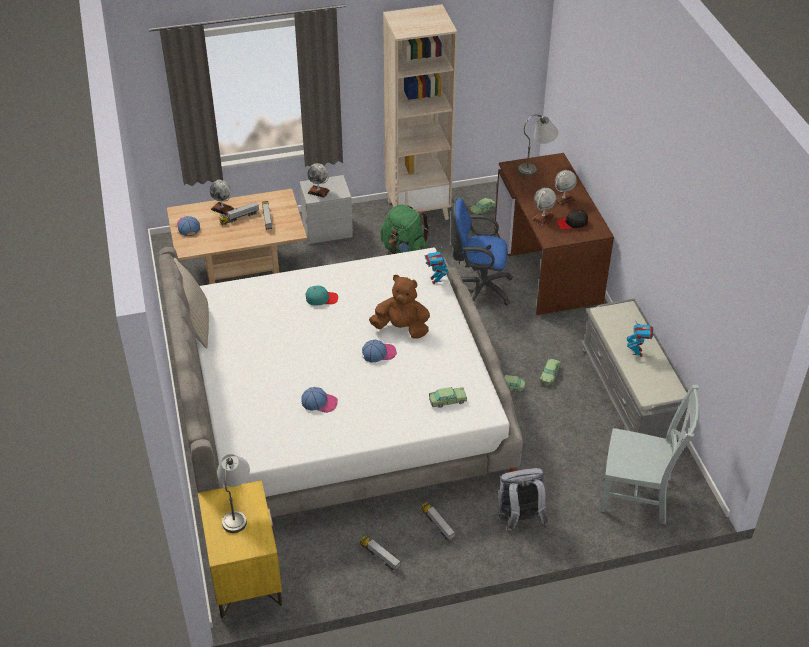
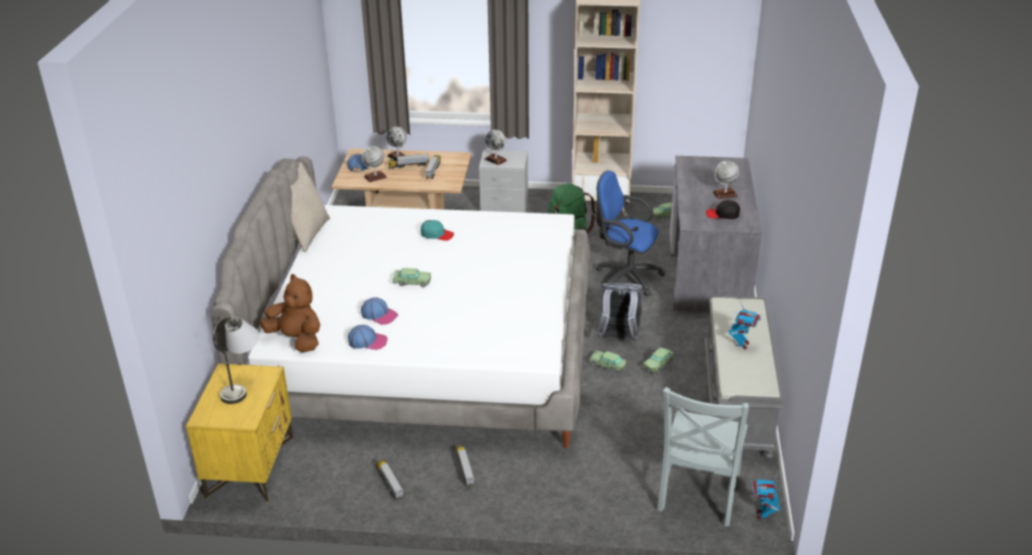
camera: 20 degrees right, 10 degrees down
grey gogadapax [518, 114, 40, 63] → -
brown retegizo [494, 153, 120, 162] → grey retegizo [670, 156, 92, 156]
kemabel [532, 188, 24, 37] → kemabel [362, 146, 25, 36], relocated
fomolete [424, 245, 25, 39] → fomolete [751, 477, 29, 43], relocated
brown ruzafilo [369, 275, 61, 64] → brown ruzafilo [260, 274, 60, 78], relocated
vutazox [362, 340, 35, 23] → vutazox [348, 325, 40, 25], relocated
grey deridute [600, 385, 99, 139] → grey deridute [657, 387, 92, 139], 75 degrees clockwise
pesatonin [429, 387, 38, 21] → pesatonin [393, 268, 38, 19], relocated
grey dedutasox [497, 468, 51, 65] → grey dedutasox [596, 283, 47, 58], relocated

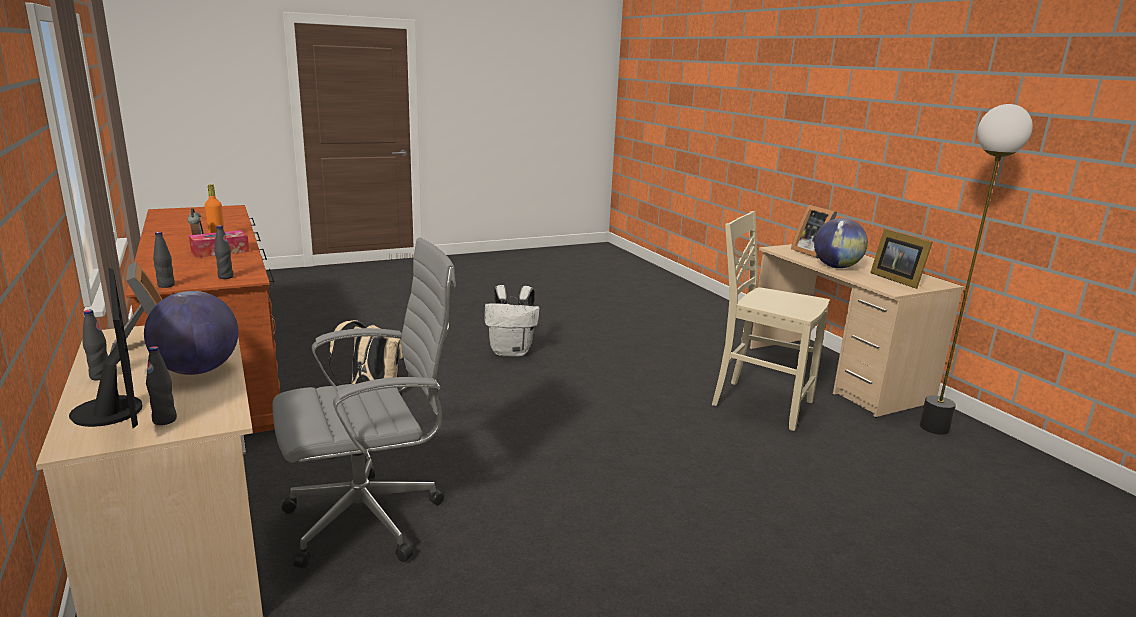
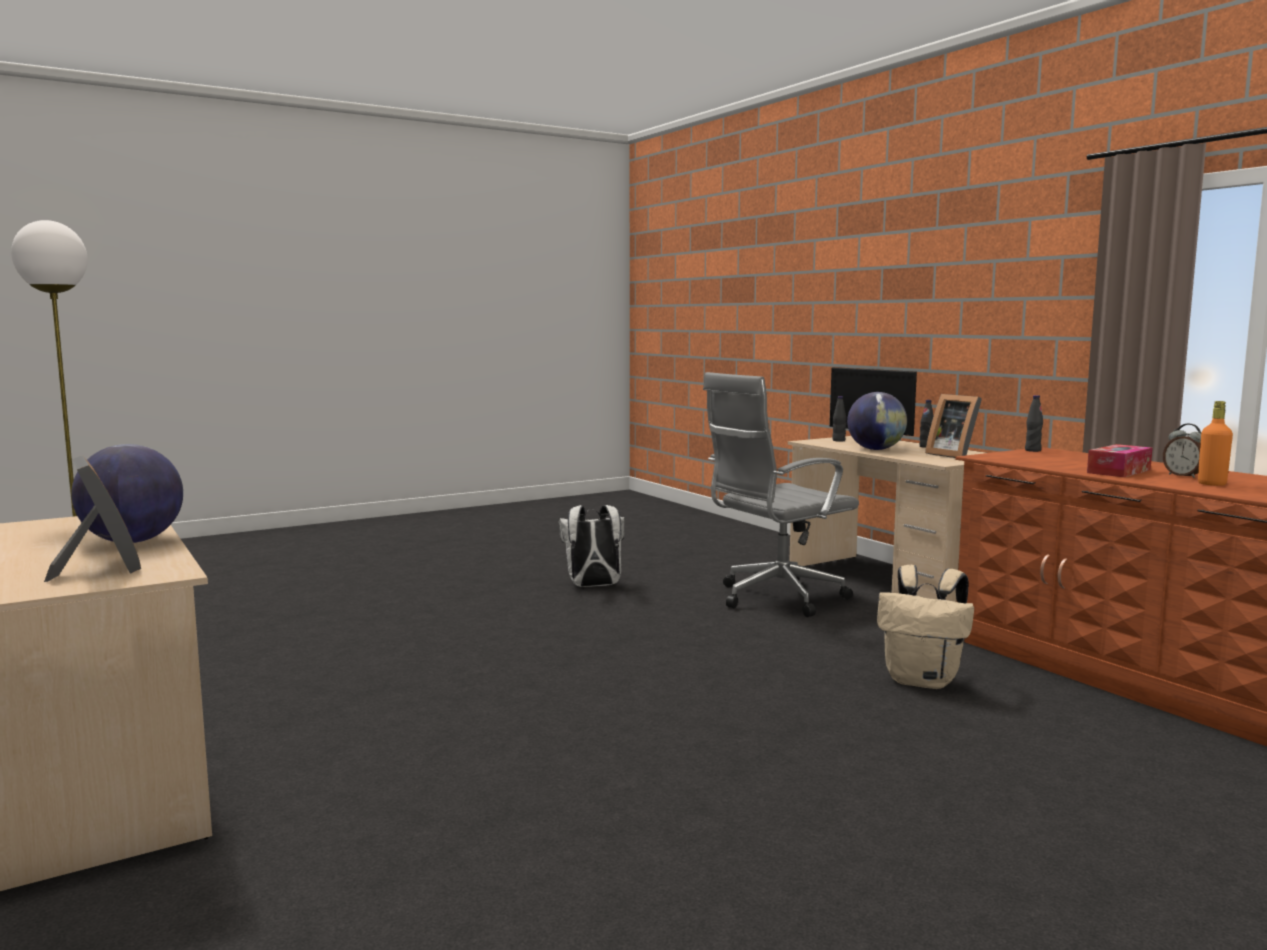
camera: 175 degrees right, 10 degrees down
beige deridute [712, 211, 117, 220] → -
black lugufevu [215, 225, 19, 54] → -
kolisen [870, 229, 63, 60] → -
white dedutasox [485, 285, 55, 72] → white dedutasox [559, 505, 65, 82], relocated

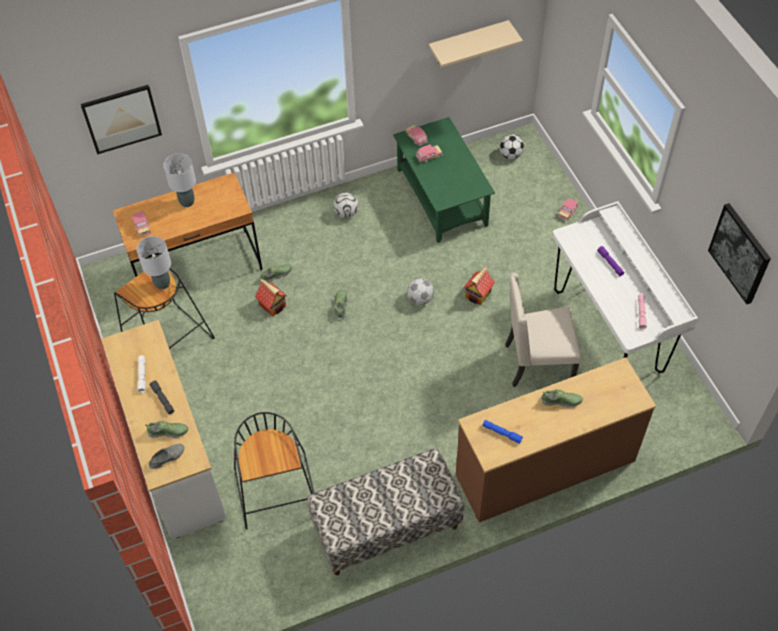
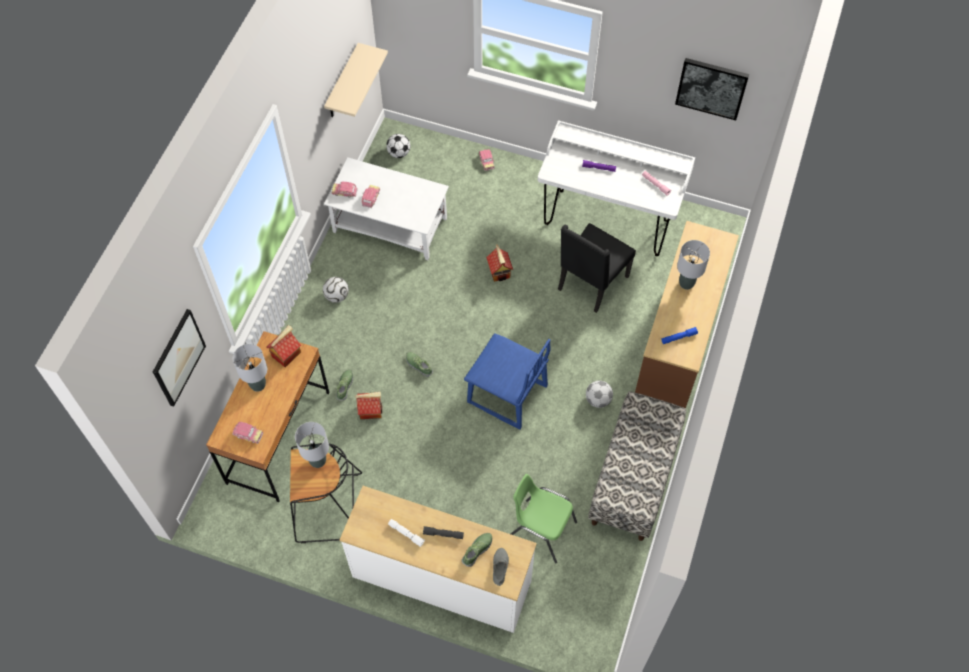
camera: 50 degrees left, 5 degrees up
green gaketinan [393, 117, 102, 126] → white gaketinan [324, 158, 125, 102]
beige deridute [505, 273, 76, 114] → black deridute [558, 223, 78, 90]
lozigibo [407, 278, 27, 27] → lozigibo [586, 381, 27, 27], relocated
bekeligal [541, 389, 42, 19] → grey gogadapax [677, 240, 33, 50]
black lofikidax [234, 412, 80, 118] → green deridute [510, 474, 67, 90]
- → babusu [266, 325, 35, 42]
- → blue deridute [464, 333, 87, 96]

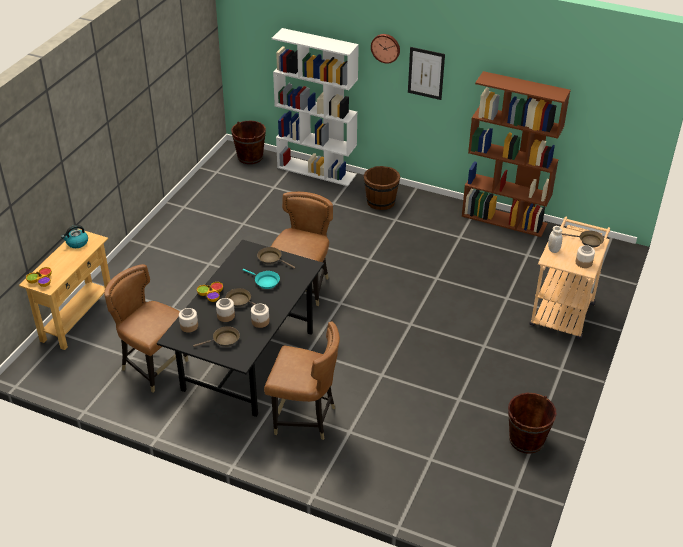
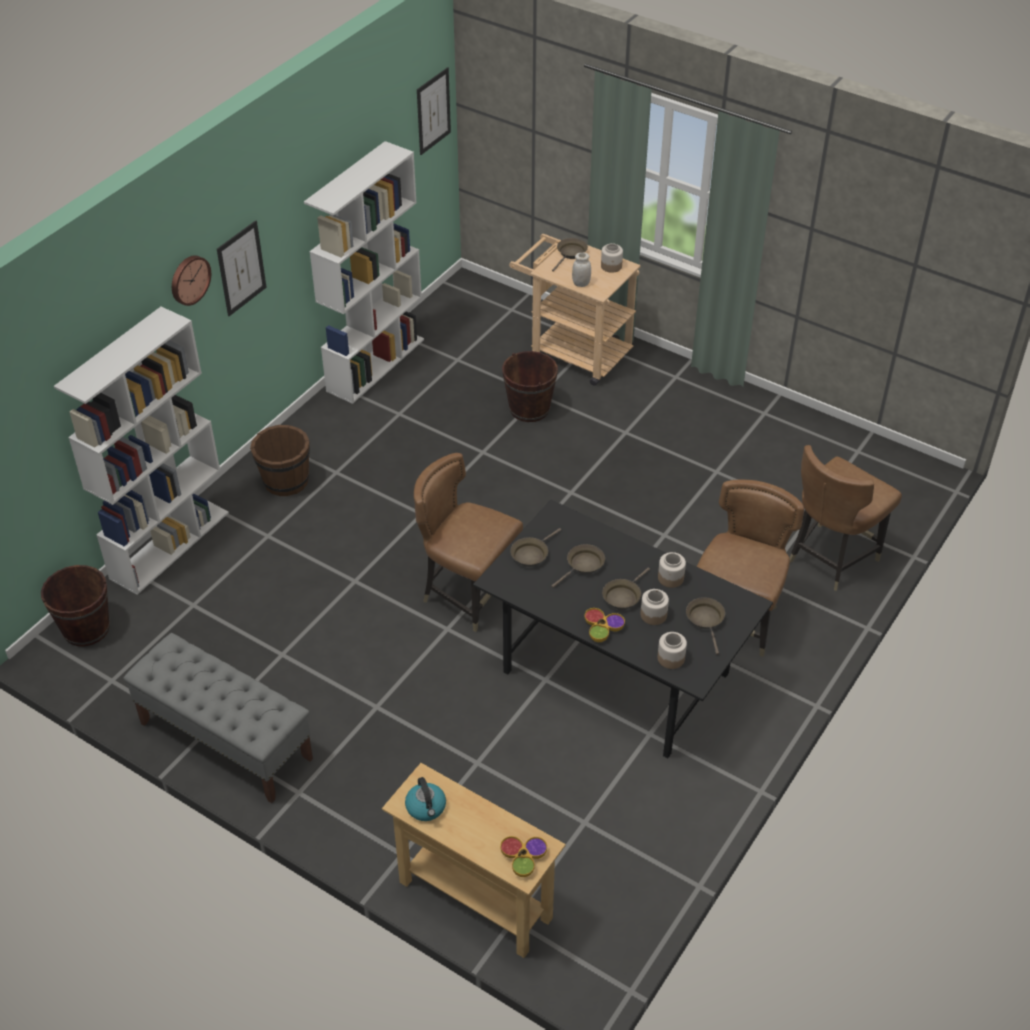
camera: 80 degrees left, 5 degrees up
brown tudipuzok [462, 71, 109, 166] → white tudipuzok [304, 141, 120, 263]
brown deridute [104, 264, 85, 129] → brown deridute [790, 445, 112, 146], relocated
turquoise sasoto [243, 269, 37, 20] → brown sasoto [551, 544, 54, 44]
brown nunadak [508, 393, 49, 61] → brown nunadak [502, 351, 56, 71], relocated
- → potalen [417, 67, 34, 88]
- → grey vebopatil [123, 633, 190, 170]

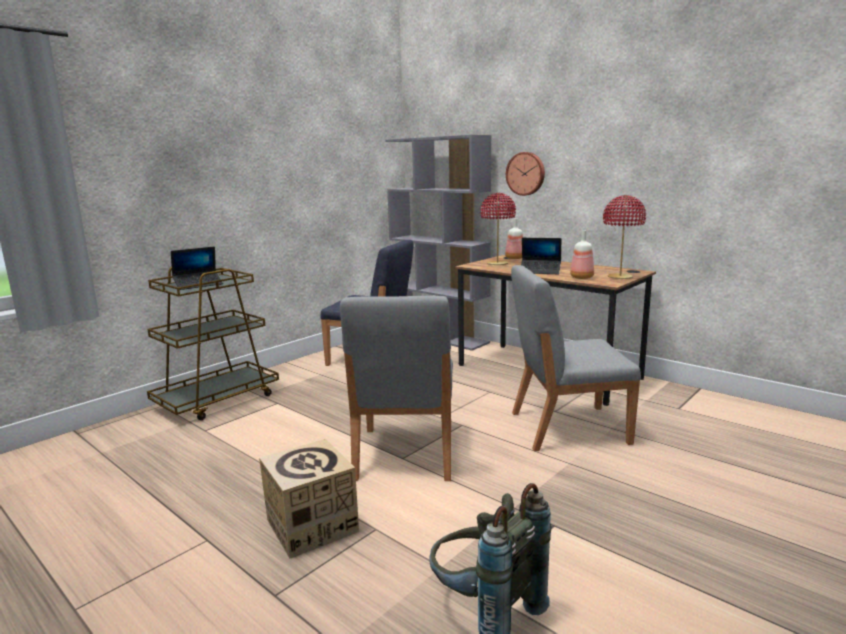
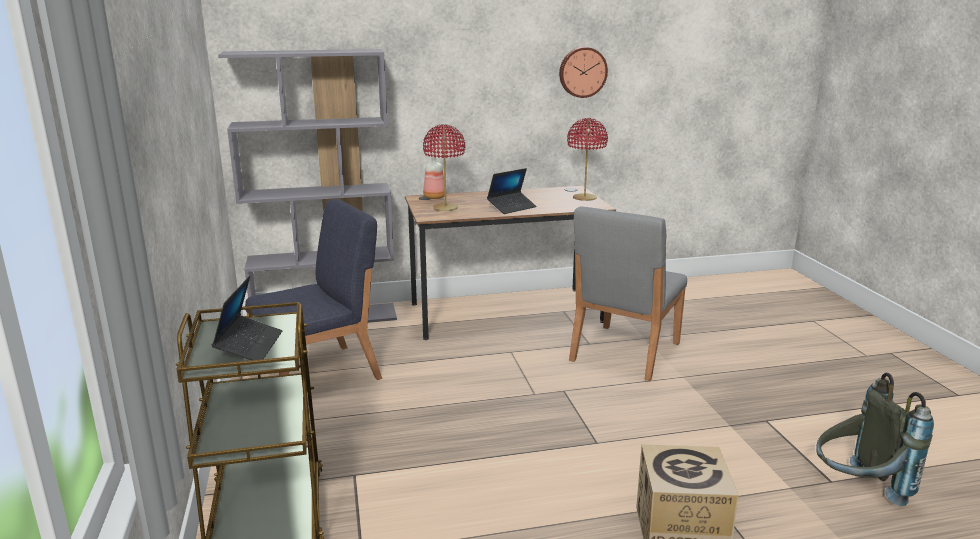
camera: 55 degrees left, 5 degrees up
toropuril [506, 152, 39, 44] → toropuril [559, 47, 49, 51], relocated
lugufevu [570, 230, 24, 49] → -
grey deridute [340, 296, 113, 185] → -

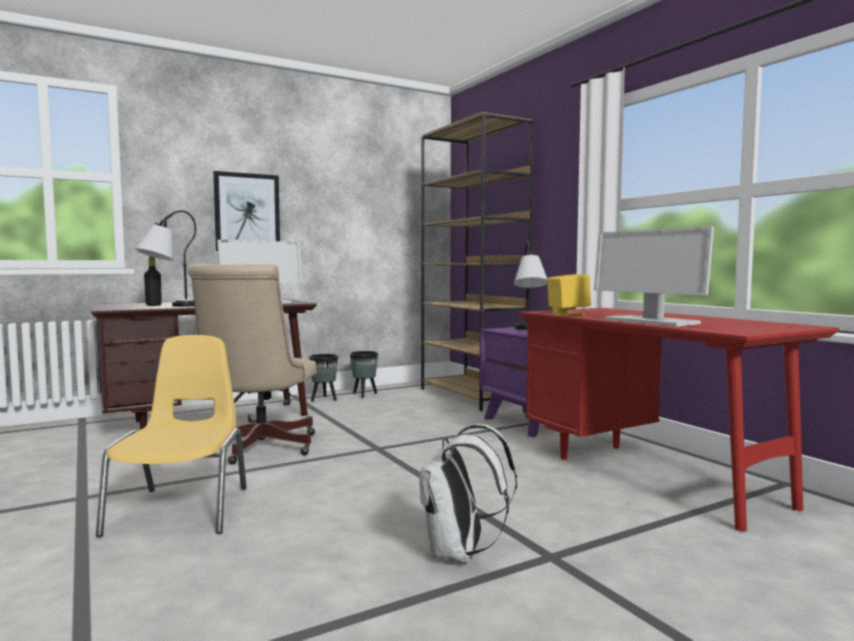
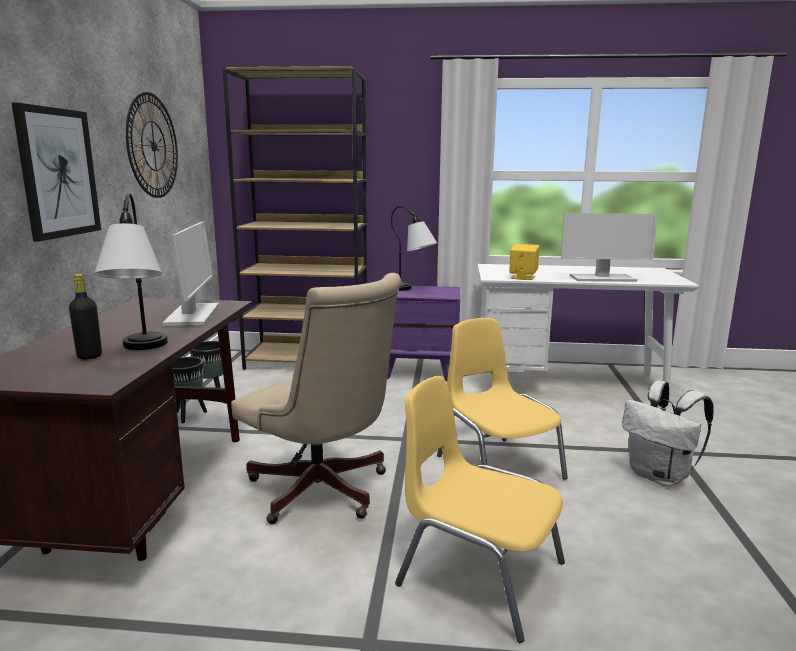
camera: 55 degrees left, 10 degrees up
red retegizo [520, 308, 319, 223] → white retegizo [477, 264, 222, 134]
- → toropuril [126, 92, 52, 106]
- → yellow deridute [437, 318, 131, 162]

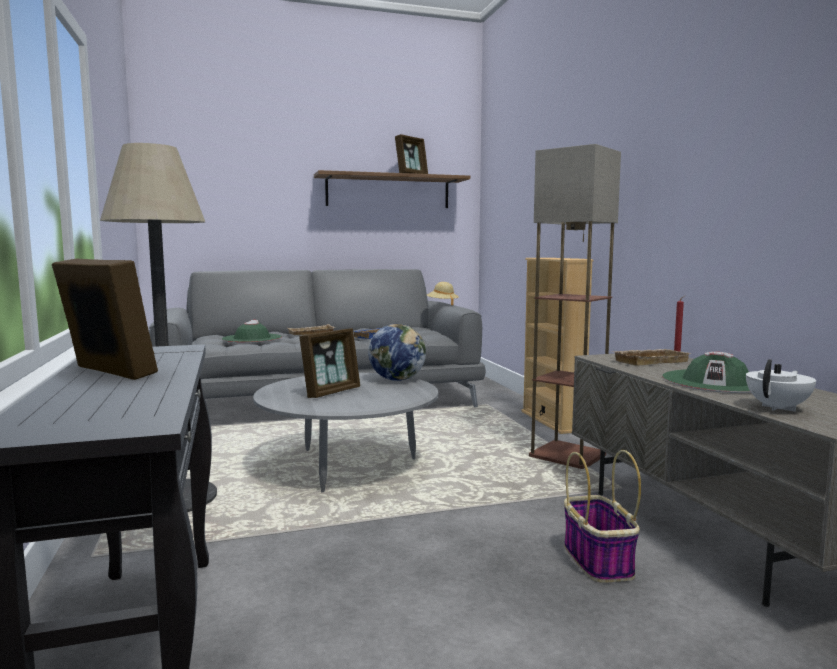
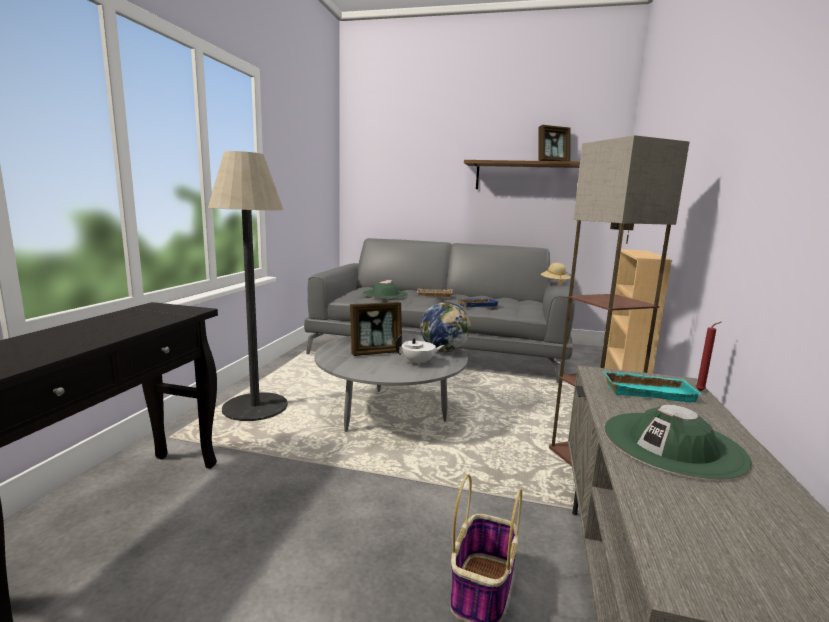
camera: 30 degrees right, 5 degrees up
kolisen [52, 259, 106, 121] → -
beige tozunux [612, 349, 79, 17] → turquoise tozunux [603, 371, 99, 31]
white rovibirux [746, 359, 70, 53] → white rovibirux [395, 335, 50, 31], relocated

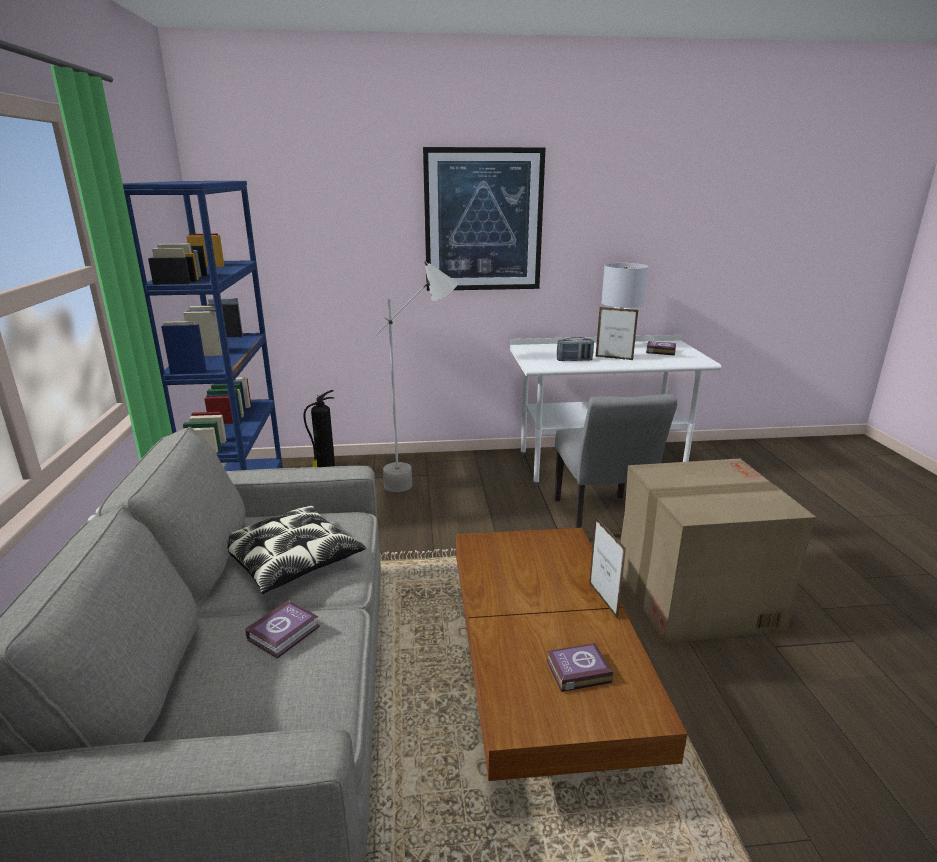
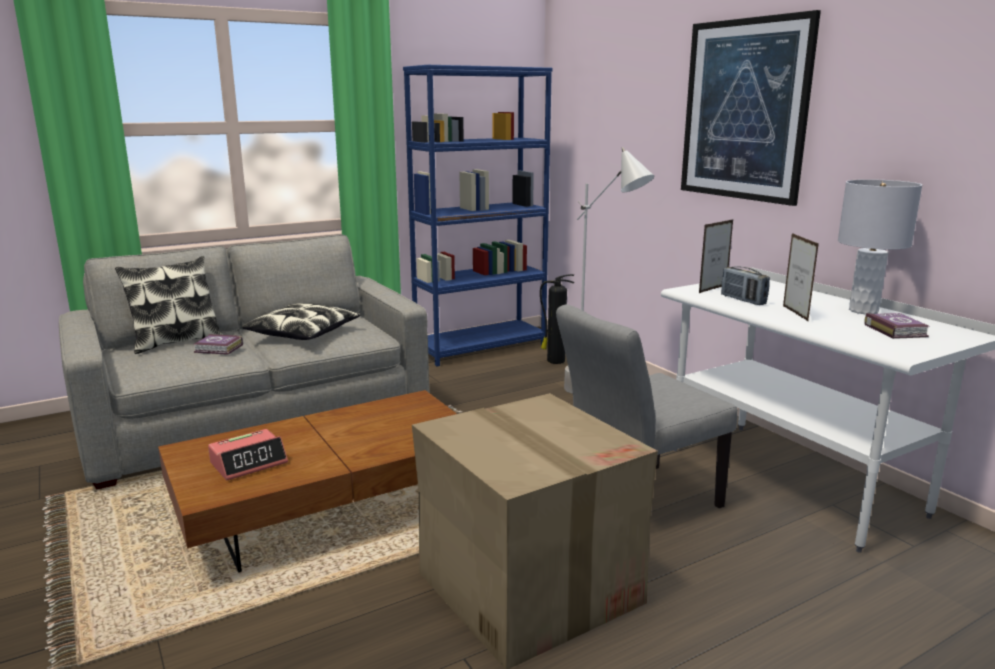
camera: 65 degrees right, 5 degrees down
kolisen [589, 516, 37, 103] → kolisen [699, 219, 34, 74], relocated
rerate [546, 643, 67, 49] → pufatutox [208, 429, 80, 52]
- → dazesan [115, 256, 108, 98]

